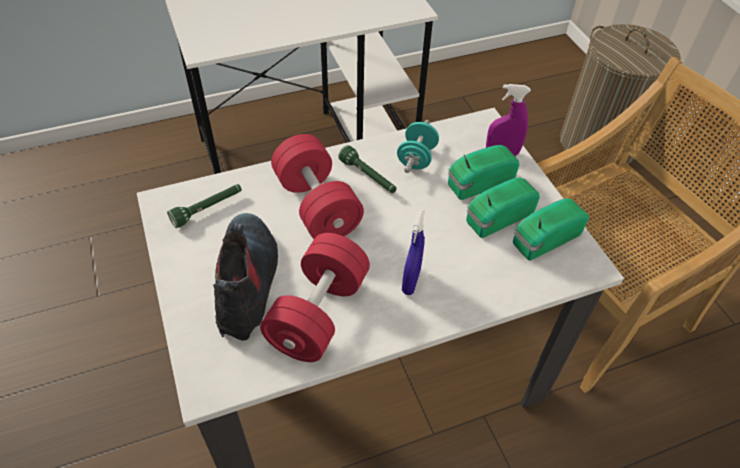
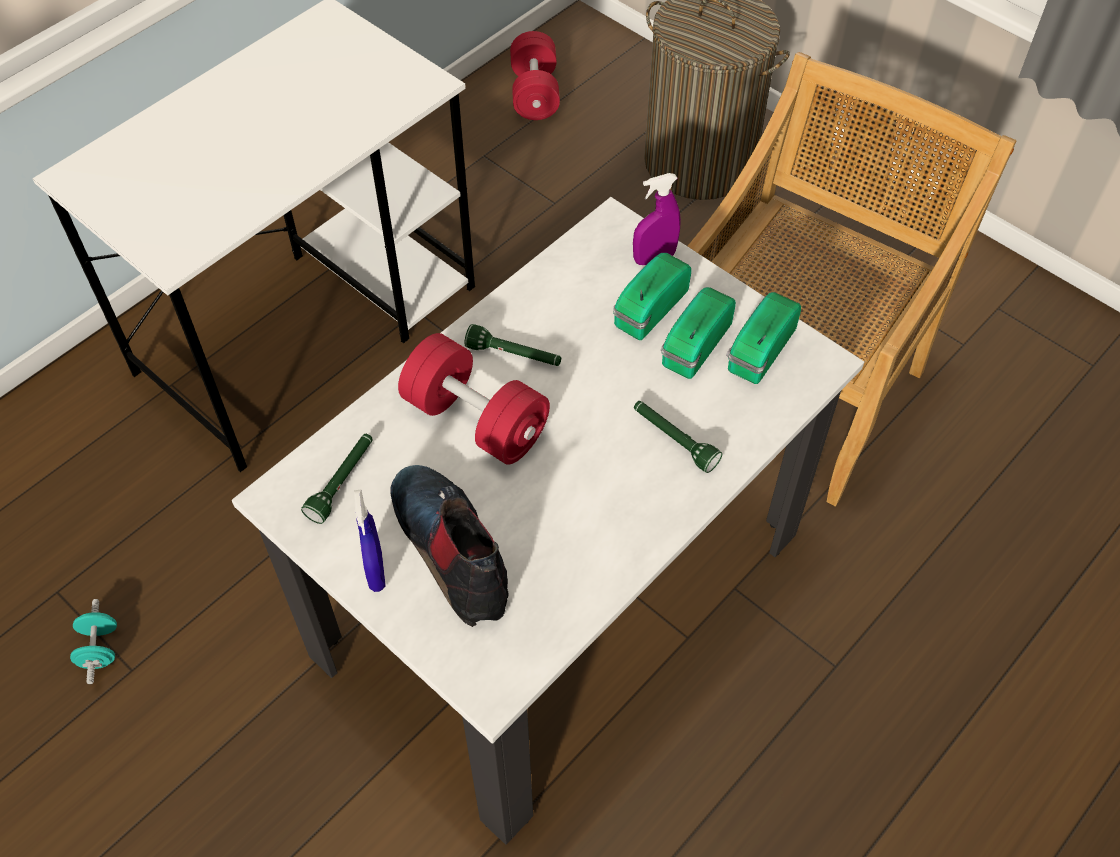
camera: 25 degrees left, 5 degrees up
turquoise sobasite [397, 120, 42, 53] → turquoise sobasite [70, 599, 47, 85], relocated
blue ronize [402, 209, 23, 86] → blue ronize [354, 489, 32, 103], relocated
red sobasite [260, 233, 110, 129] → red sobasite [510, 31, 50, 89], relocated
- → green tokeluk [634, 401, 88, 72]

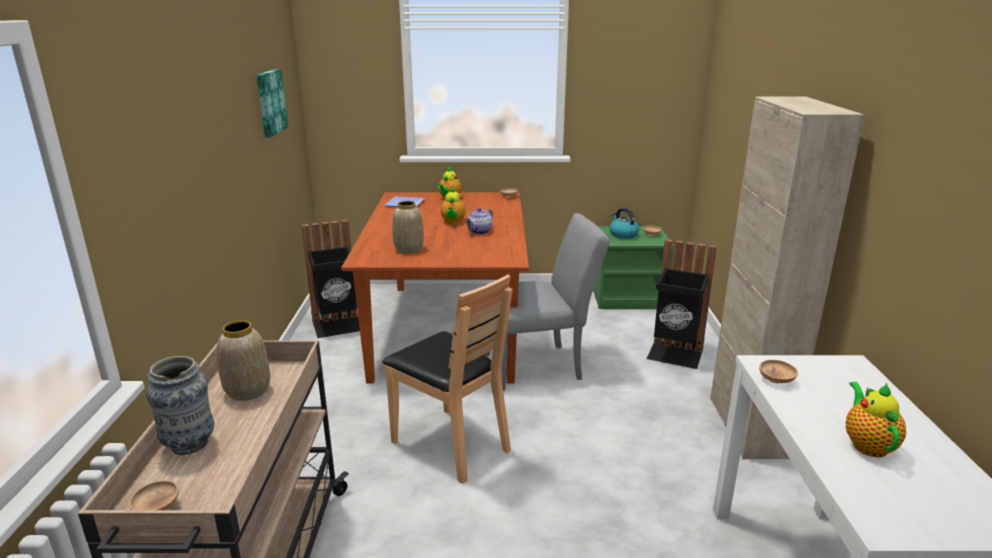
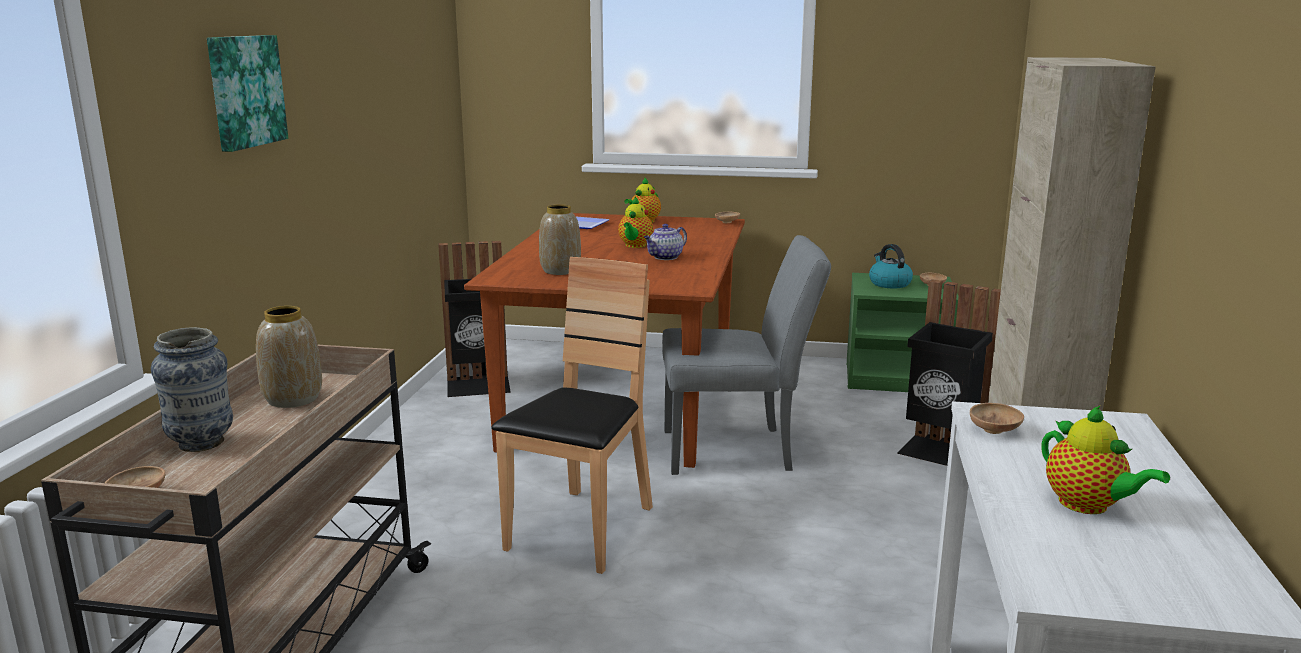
camera: 10 degrees right, 5 degrees down
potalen [256, 69, 32, 69] → potalen [207, 35, 81, 117], relocated
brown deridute [382, 275, 131, 209] → brown deridute [491, 257, 162, 317], 120 degrees counterclockwise
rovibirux [846, 382, 60, 76] → rovibirux [1041, 406, 129, 108], 135 degrees clockwise

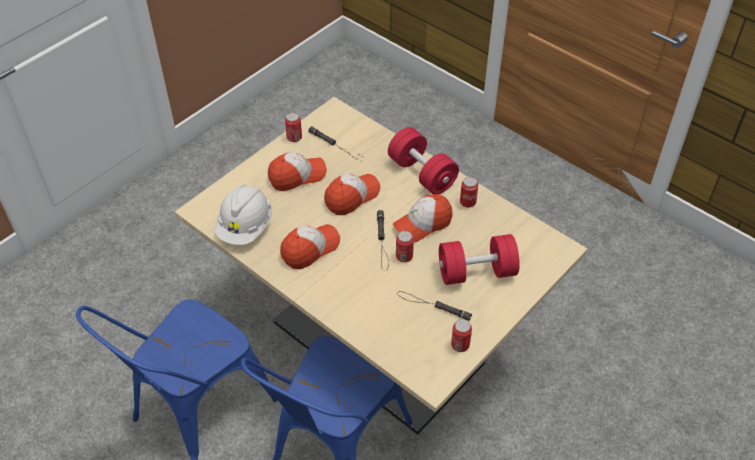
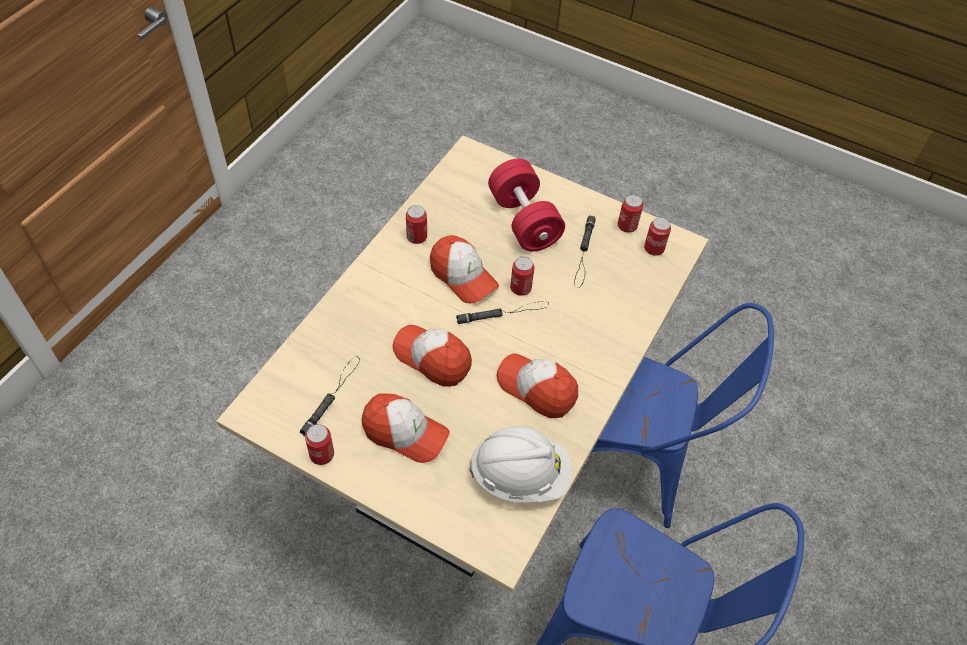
camera: 105 degrees left, 5 degrees up
red sobasite [388, 127, 71, 67] → -
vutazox [268, 152, 59, 39] → vutazox [362, 393, 88, 70], 150 degrees clockwise
- → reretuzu [644, 217, 27, 39]

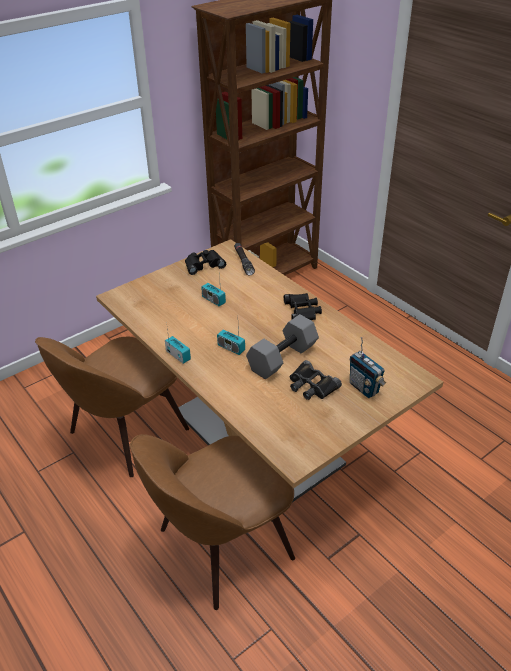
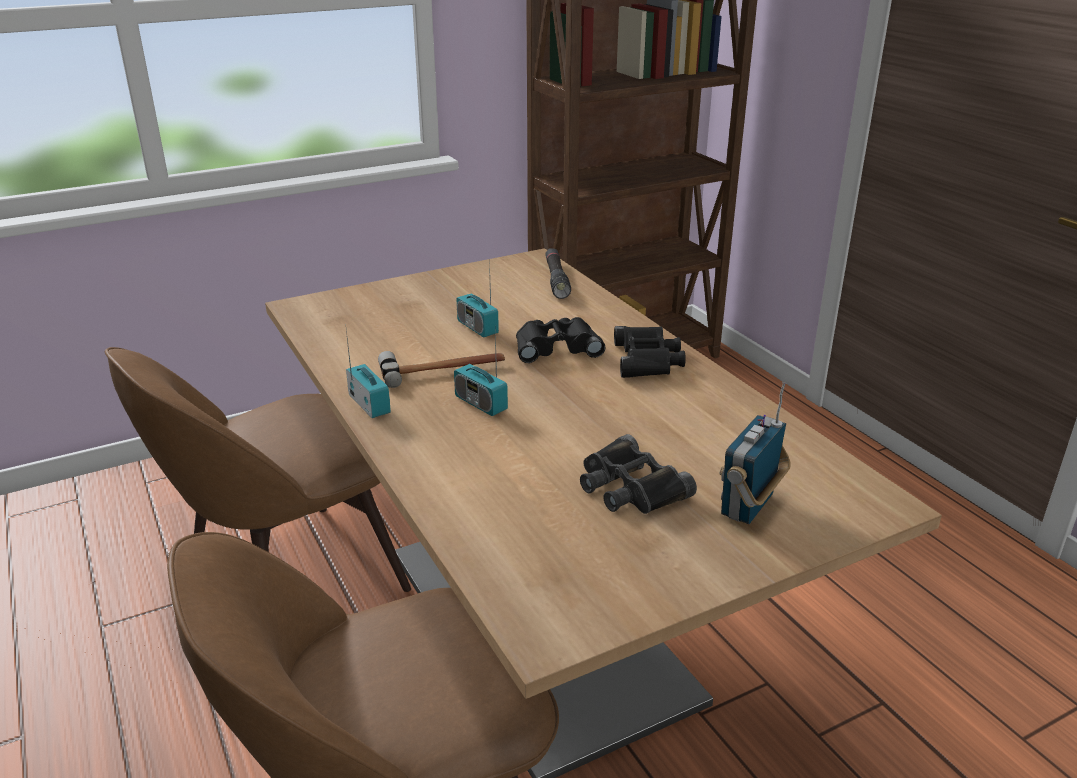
camera: 10 degrees right, 10 degrees down
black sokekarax [185, 250, 41, 25] → black sokekarax [516, 317, 90, 46], relocated
grey sobasite [246, 314, 73, 65] → -
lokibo [350, 337, 36, 61] → lokibo [720, 382, 71, 142], 60 degrees clockwise
- → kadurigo [378, 351, 127, 37]

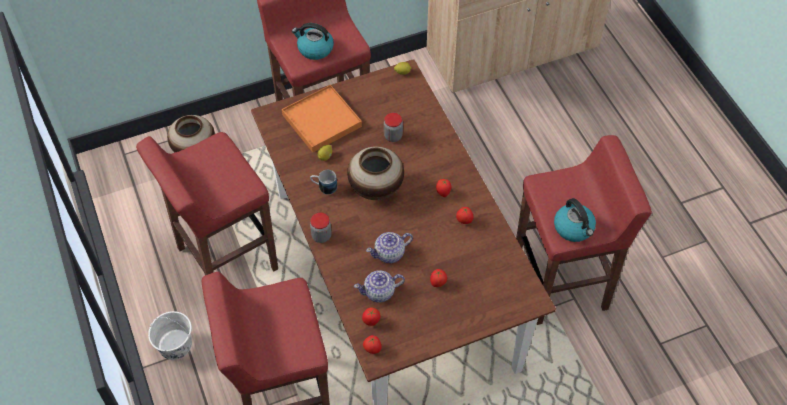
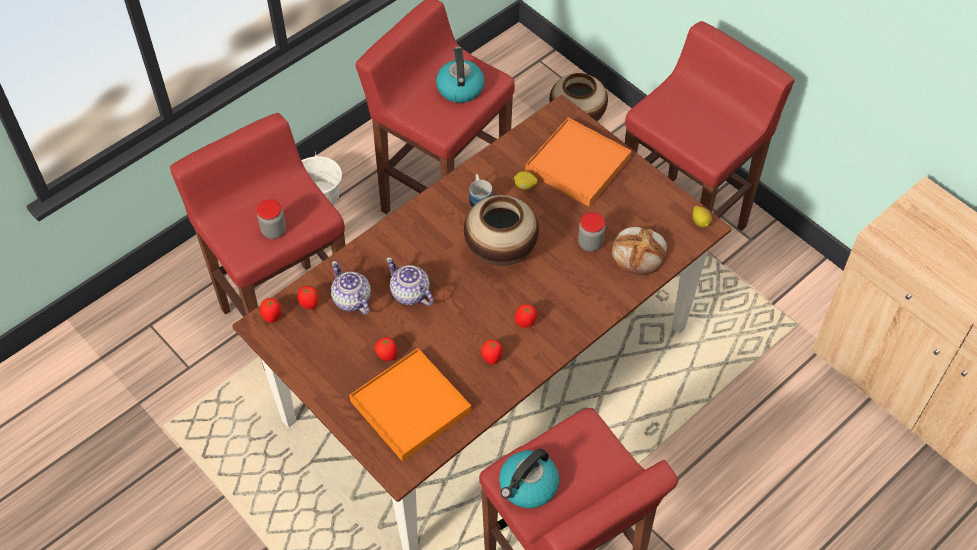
camera: 70 degrees right, 0 degrees up
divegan [292, 23, 42, 37] → divegan [436, 47, 49, 56], relocated
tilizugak [310, 213, 21, 30] → tilizugak [257, 199, 29, 40], relocated
- → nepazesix [612, 227, 56, 48]
- → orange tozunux [349, 348, 122, 114]

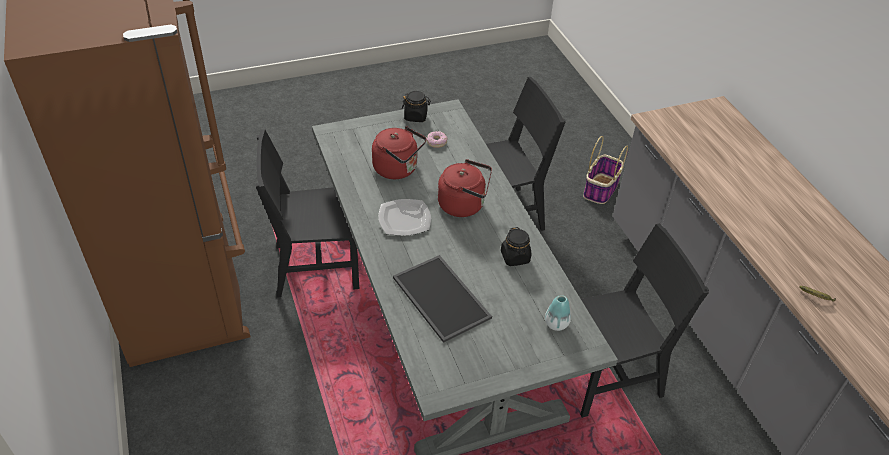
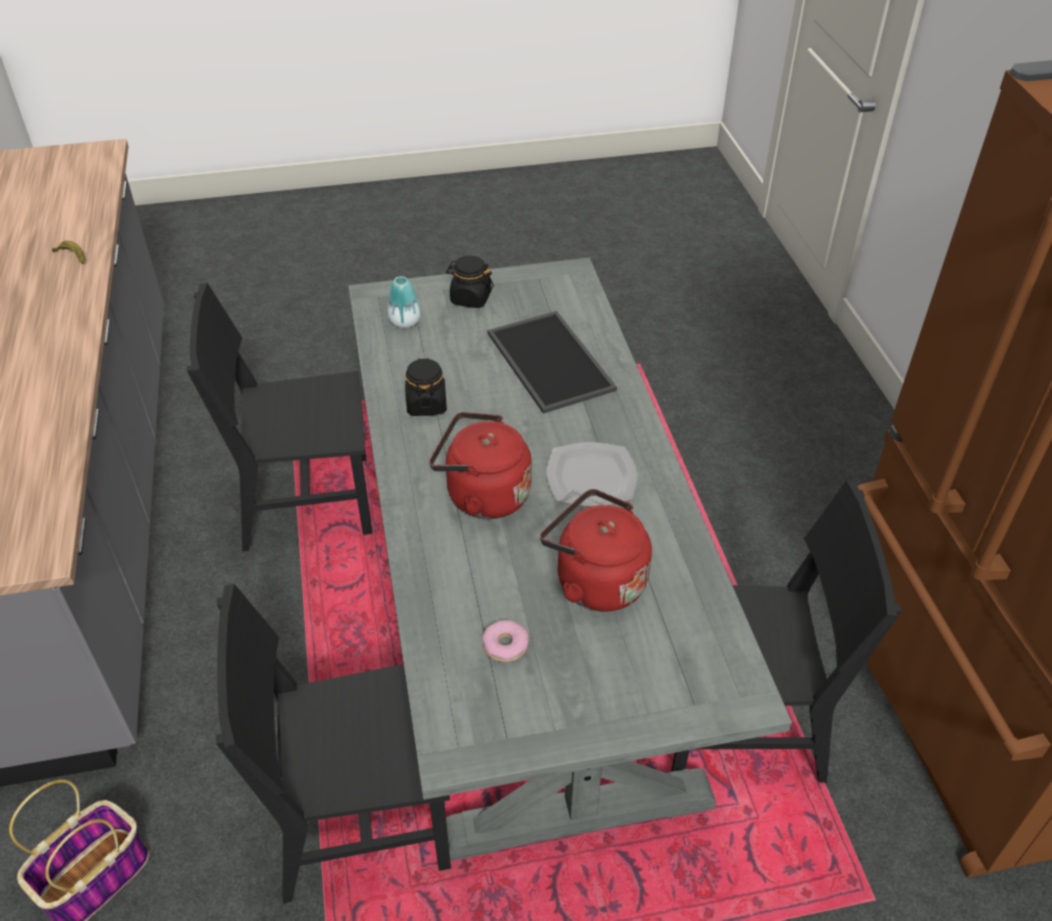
camera: 170 degrees left, 0 degrees up
black tilizugak [402, 91, 29, 31] → black tilizugak [446, 256, 48, 52], relocated

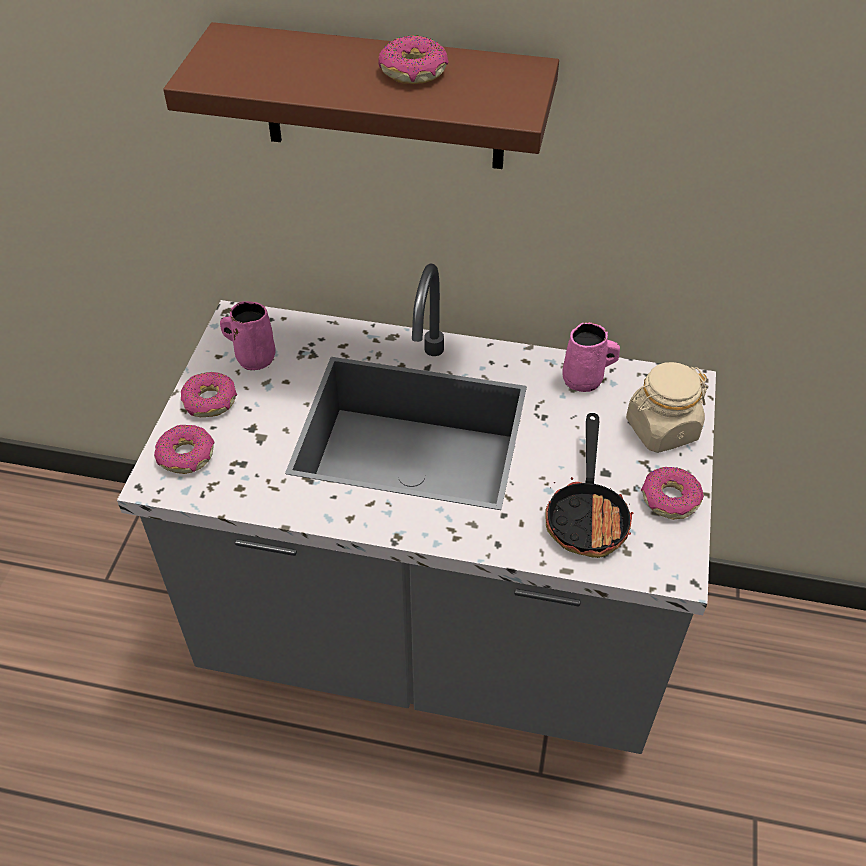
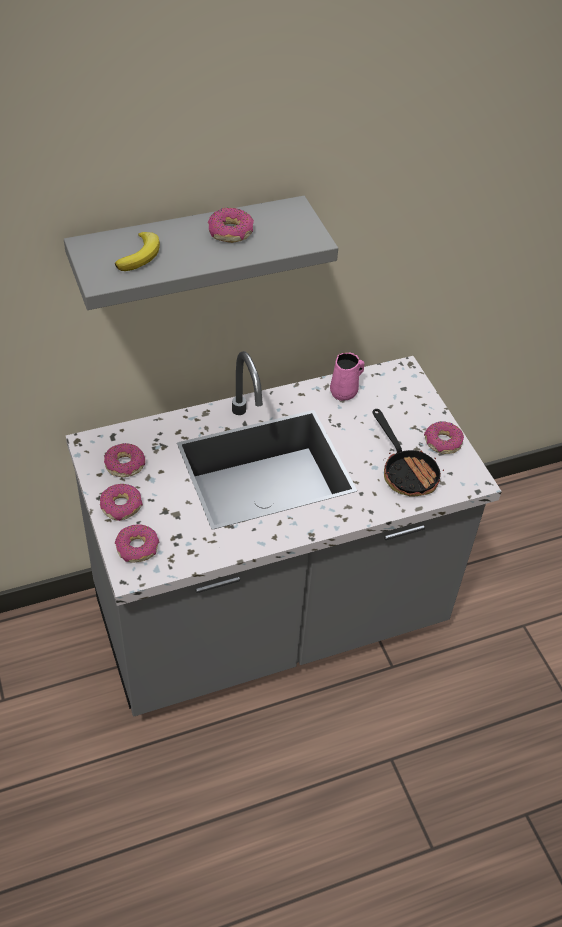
camera: 35 degrees left, 0 degrees up
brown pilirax [163, 22, 396, 147] → grey pilirax [64, 196, 274, 114]
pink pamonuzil [220, 301, 56, 69] → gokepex [104, 443, 41, 34]
beige tilizugak [626, 362, 82, 91] → -
- → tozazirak [115, 232, 45, 39]

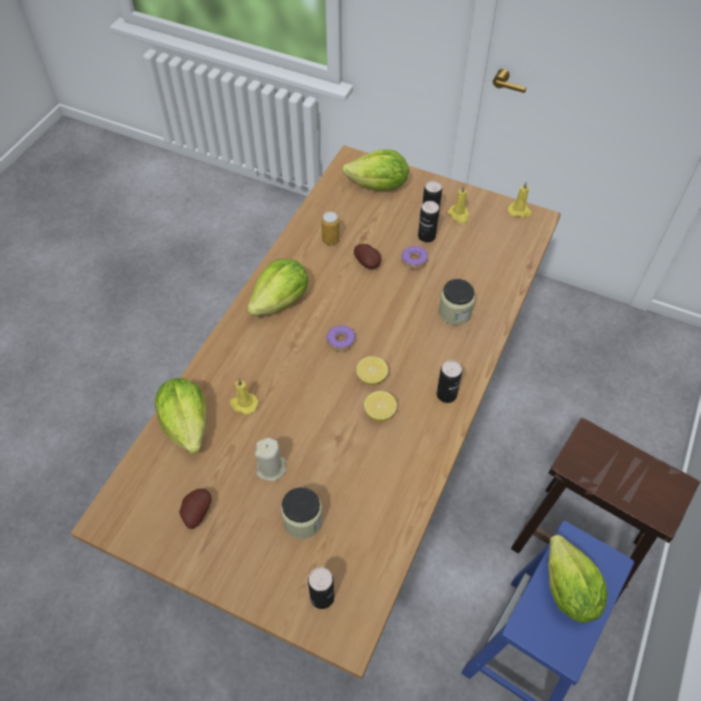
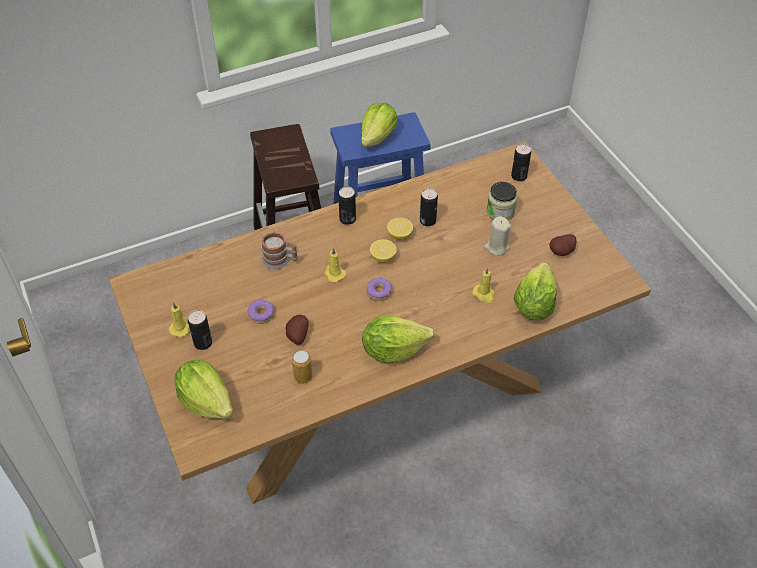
camera: 140 degrees left, 5 degrees down
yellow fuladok [508, 181, 24, 37] → yellow fuladok [324, 248, 22, 34], relocated
reretuzu [418, 201, 21, 41] → reretuzu [420, 188, 18, 38], relocated
tilizugak [439, 279, 36, 46] → pamonuzil [261, 232, 37, 37]

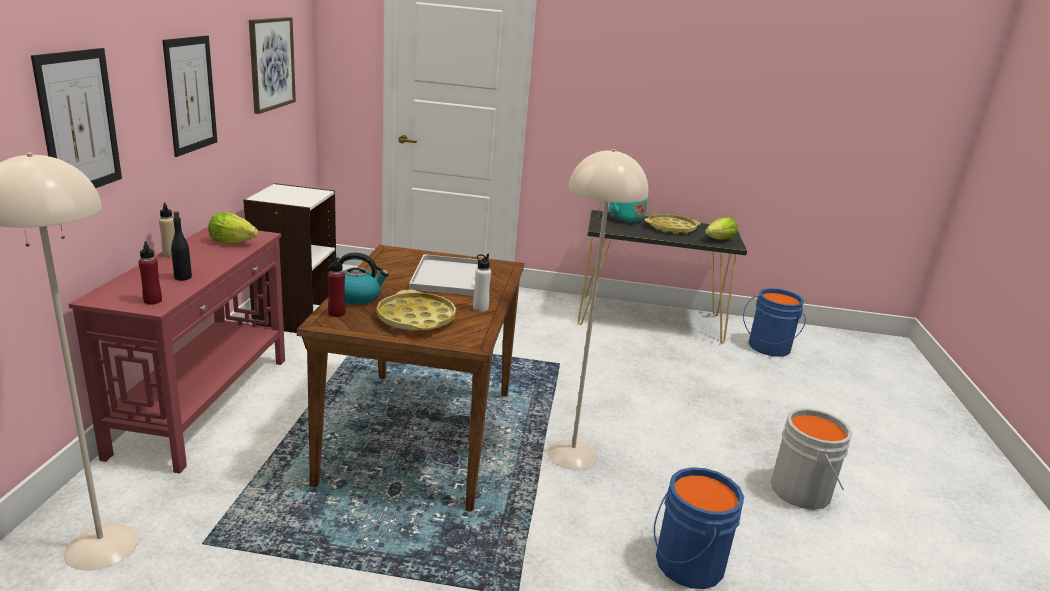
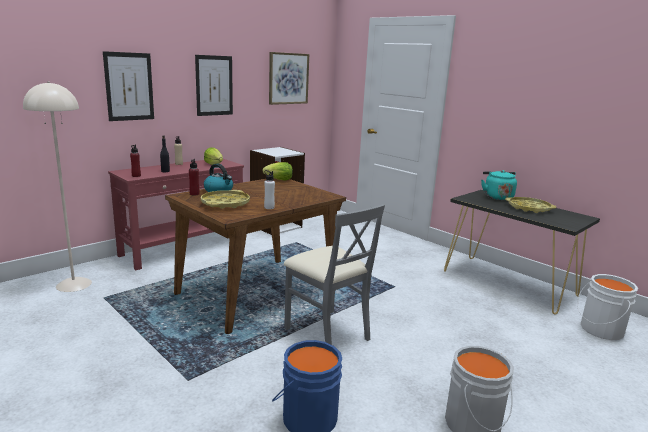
camera: 40 degrees right, 5 degrees down
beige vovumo [548, 149, 100, 321] → grey deridute [284, 204, 101, 141]
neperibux [705, 217, 33, 23] → neperibux [262, 162, 31, 19], relocated
white tozunux [409, 254, 69, 42] → -
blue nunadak [743, 288, 63, 69] → white nunadak [577, 274, 61, 66]

